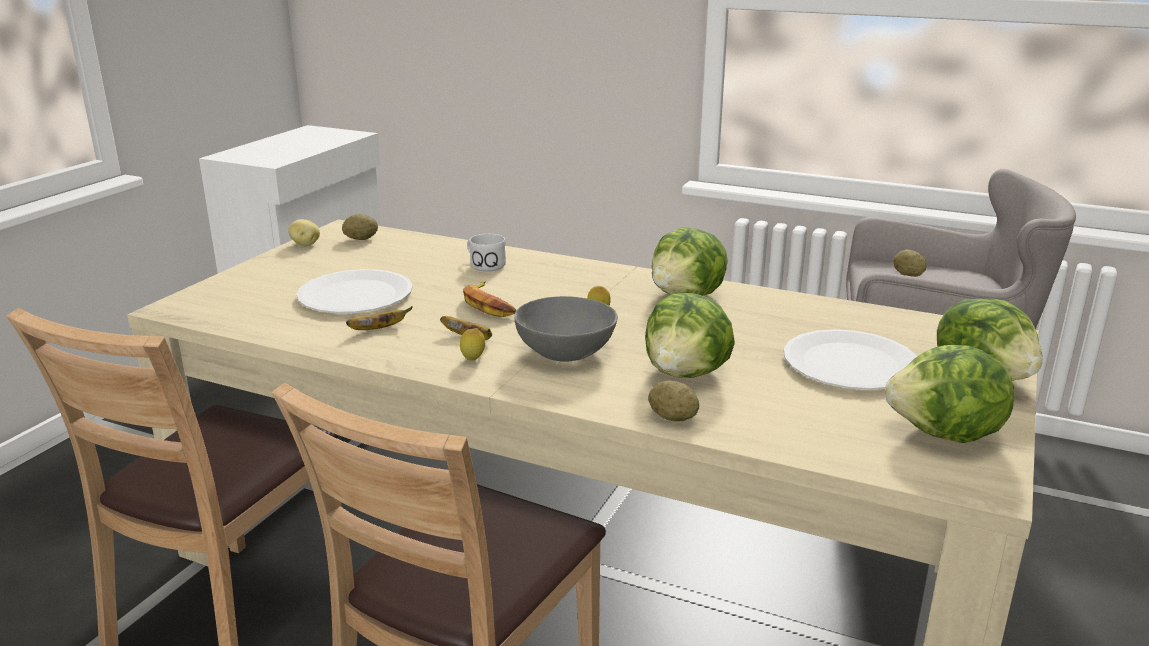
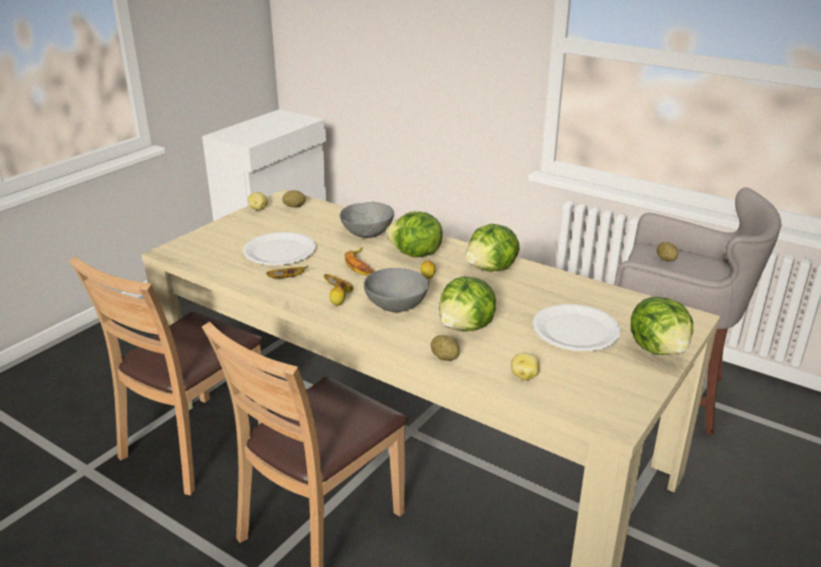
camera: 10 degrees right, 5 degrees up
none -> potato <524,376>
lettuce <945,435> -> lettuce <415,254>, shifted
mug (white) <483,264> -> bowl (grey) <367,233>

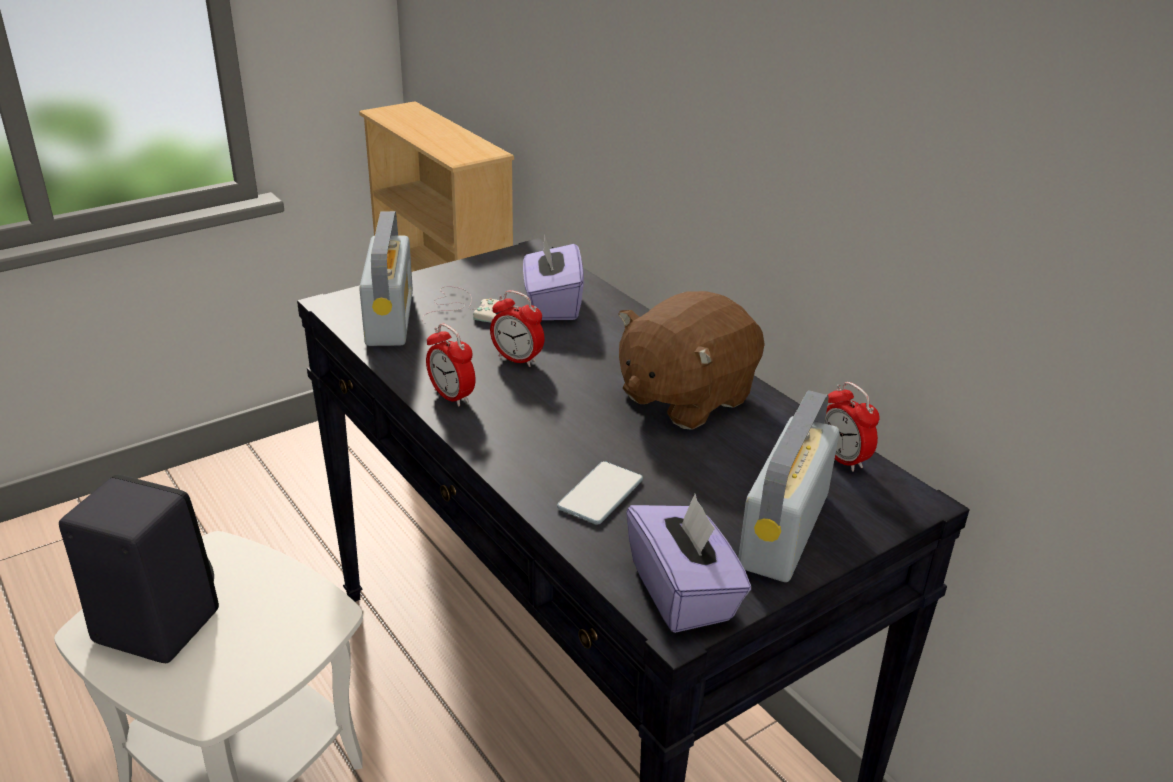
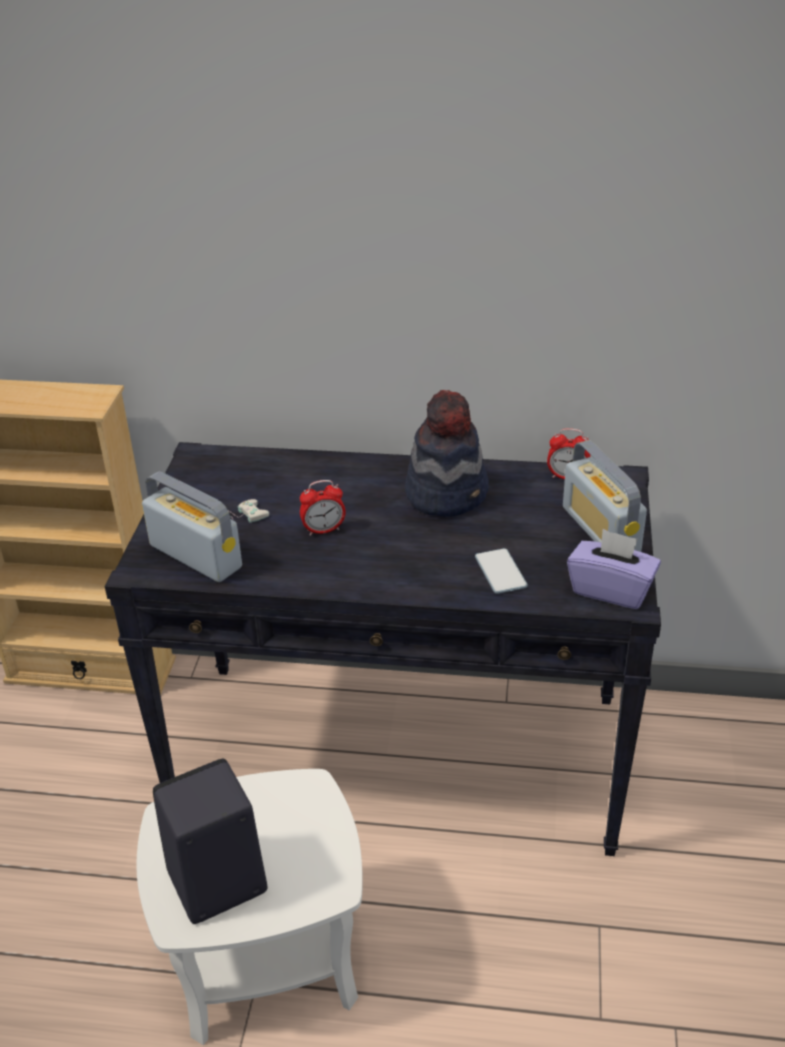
camera: 45 degrees left, 5 degrees up
alarm clock <451,396> -> none
tissue box (purple) <552,305> -> none
plush toy (brown) <684,397> -> hat <447,493>

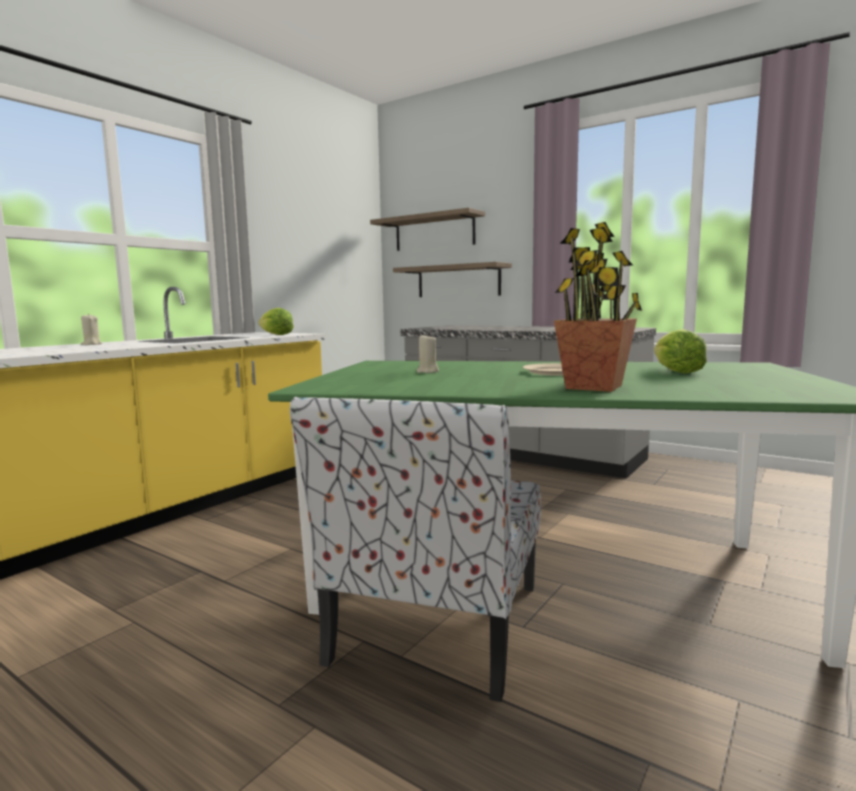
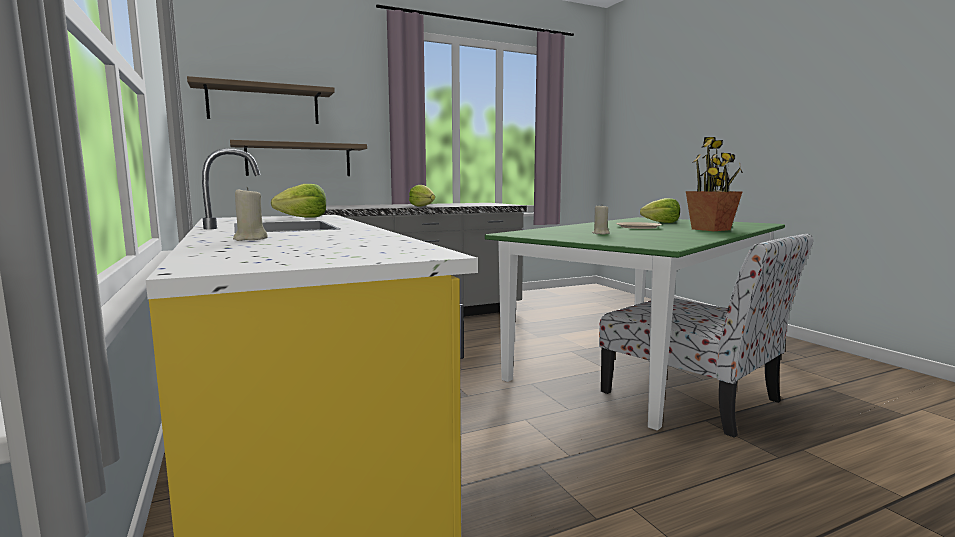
camera: 60 degrees left, 0 degrees up
none -> lettuce <422,206>

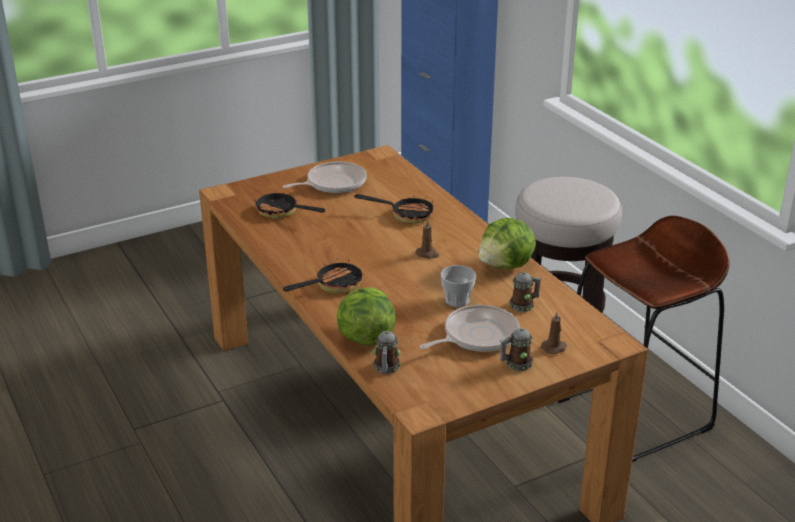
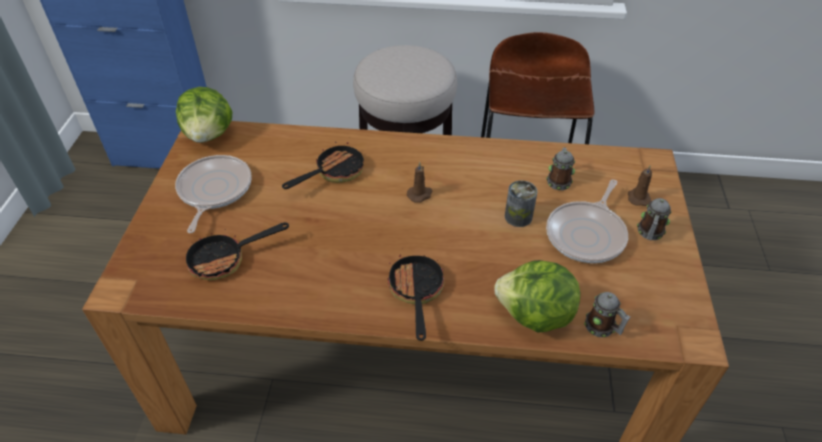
camera: 55 degrees left, 15 degrees up
lettuce <506,266> -> lettuce <209,135>, shifted
cup <457,300> -> can <518,217>
frying pan <477,336> -> frying pan <587,234>, 150 degrees counterclockwise

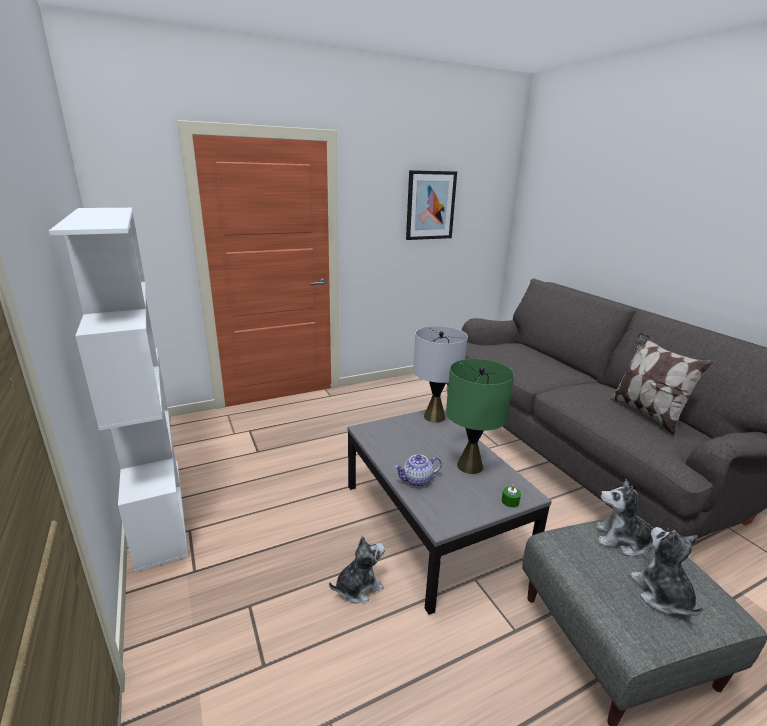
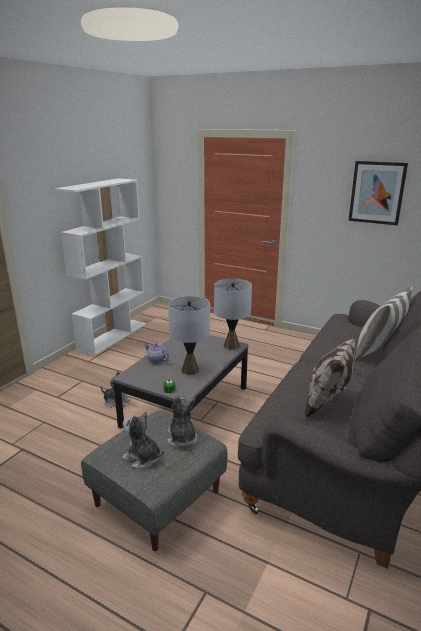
camera: 55 degrees right, 0 degrees up
none -> pillow <378,351>
table lamp (green) <470,466> -> table lamp (grey) <190,370>
plush toy <662,595> -> plush toy <142,458>, 105 degrees counterclockwise

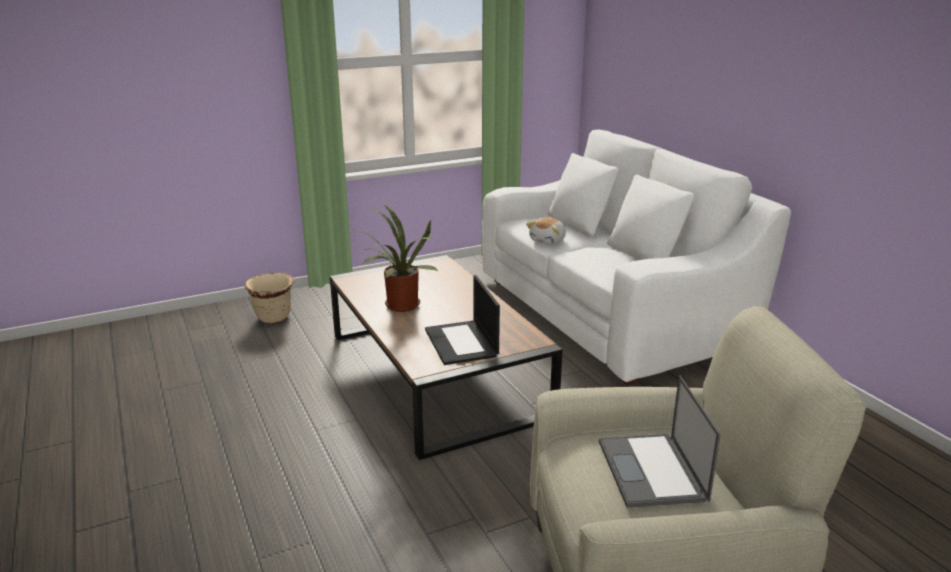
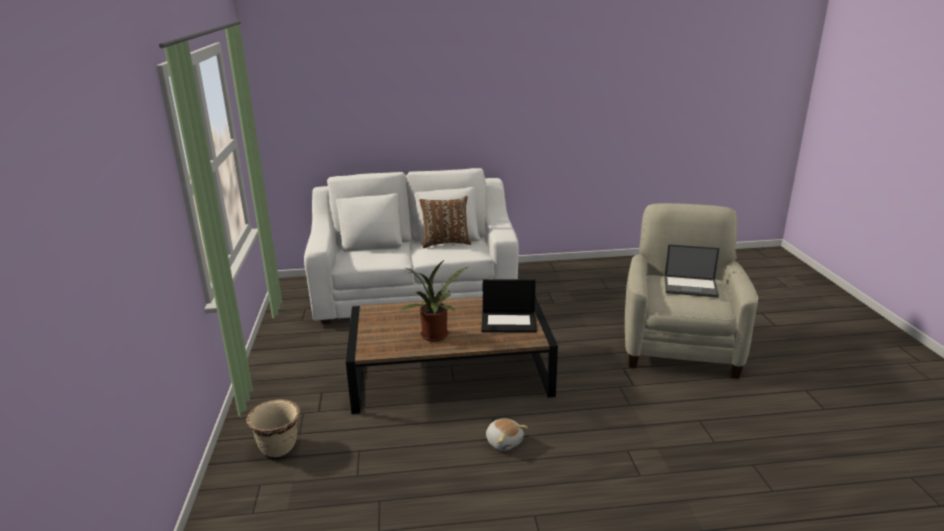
camera: 70 degrees left, 0 degrees up
none -> pillow (brown) <445,243>
plush toy <548,241> -> plush toy <504,441>, shifted

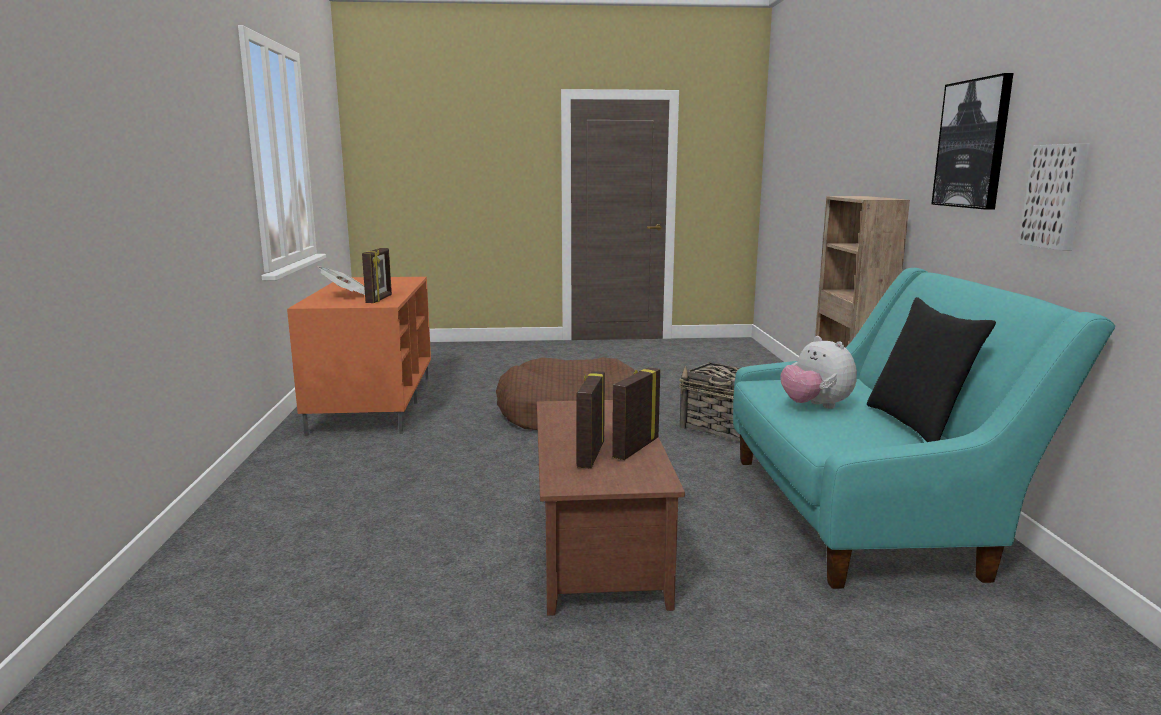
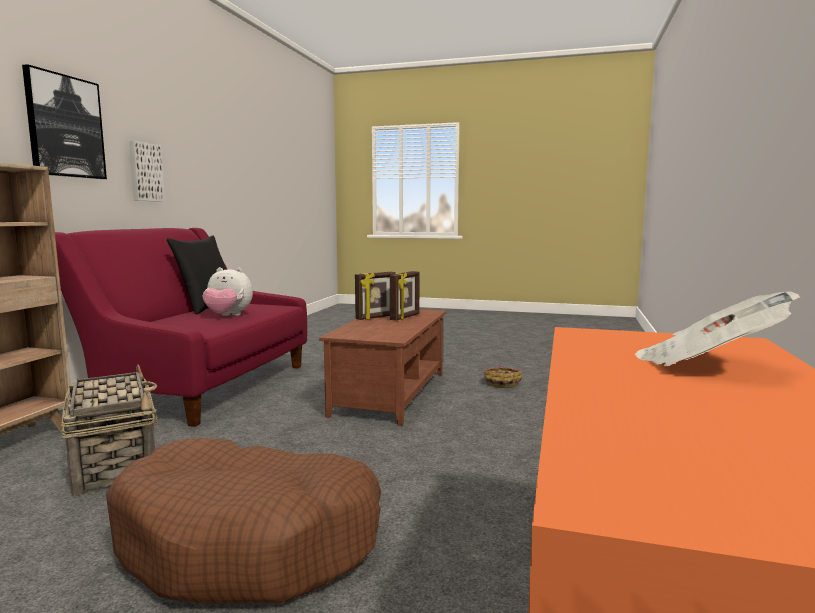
camera: 160 degrees left, 5 degrees down
picture frame <379,299> -> none
none -> basket <502,383>
sofa (turquoise) <865,511> -> sofa (red) <202,386>
plush toy <815,406> -> plush toy <228,316>, 105 degrees clockwise

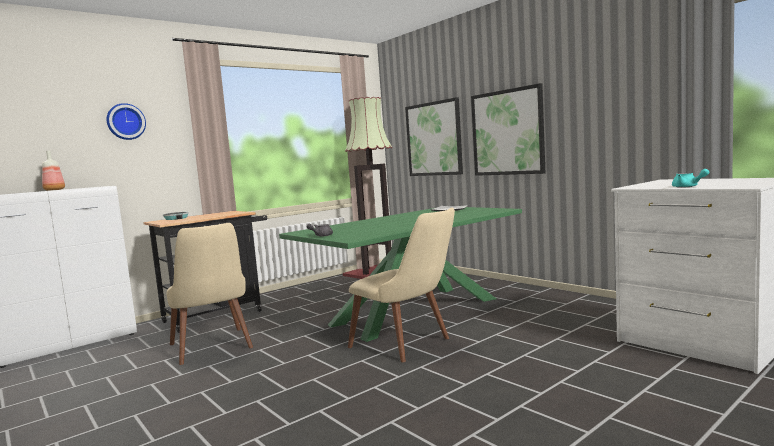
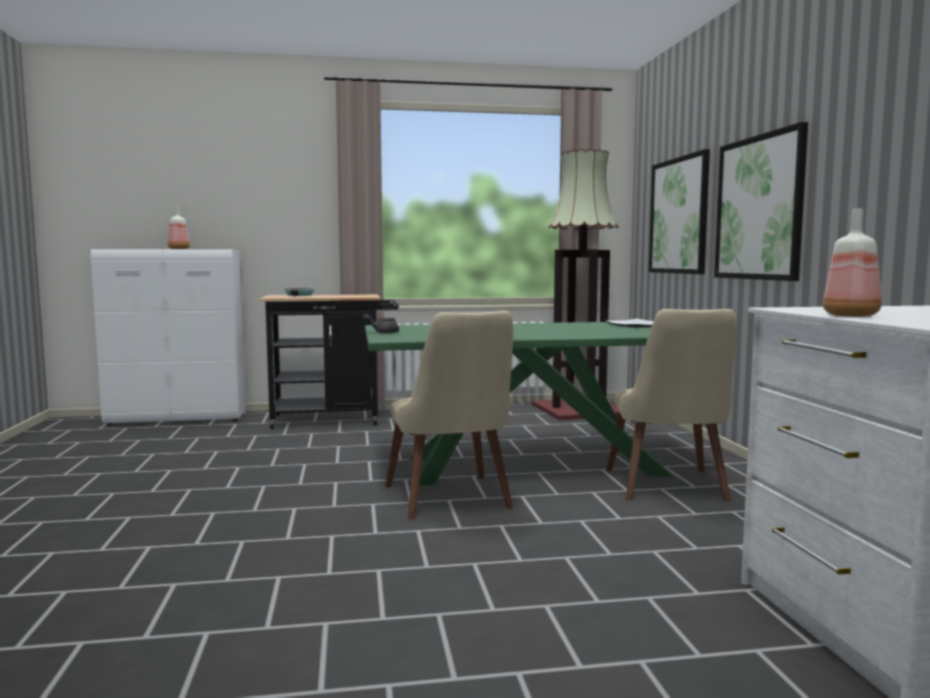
camera: 30 degrees right, 0 degrees up
wall clock <125,122> -> none
chair (beige) <214,349> -> chair (beige) <670,490>, shifted
teapot (turquoise) <688,187> -> bottle <852,315>

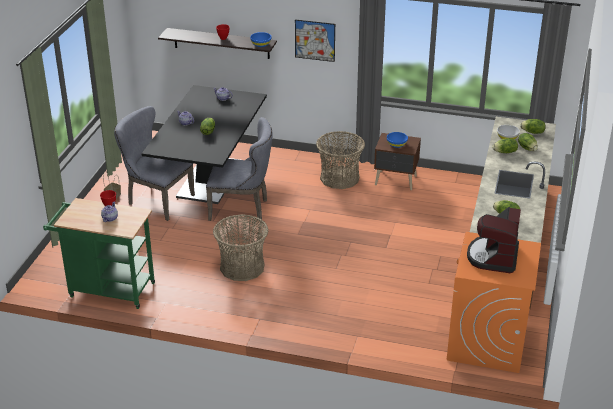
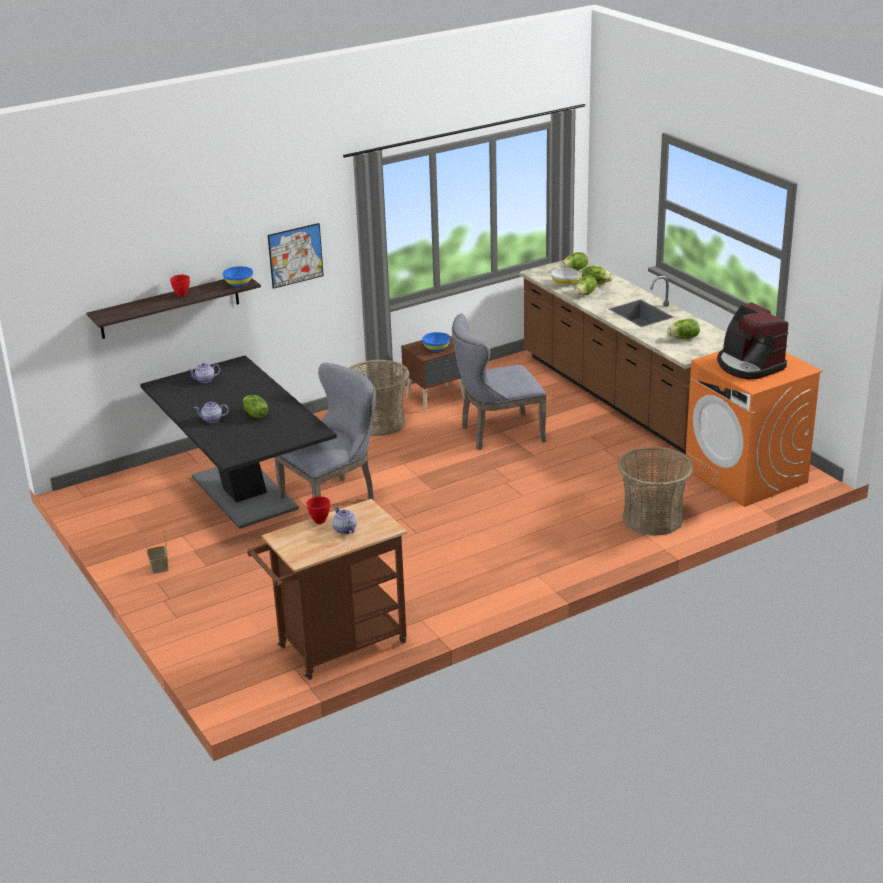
camera: 45 degrees left, 5 degrees down
chair (grey) <156,200> -> chair (grey) <496,434>, shifted
basket <242,267> -> basket <652,519>, shifted
cart (green) <107,289> -> cart (brown) <335,648>

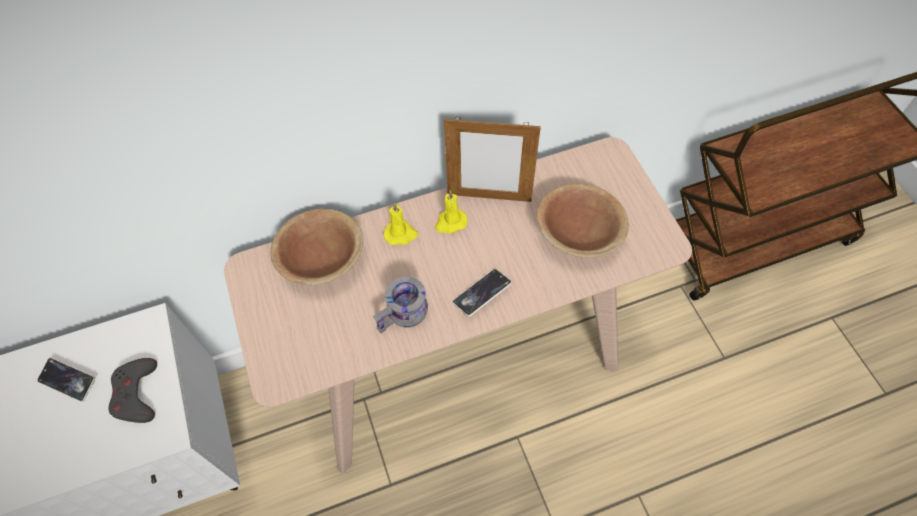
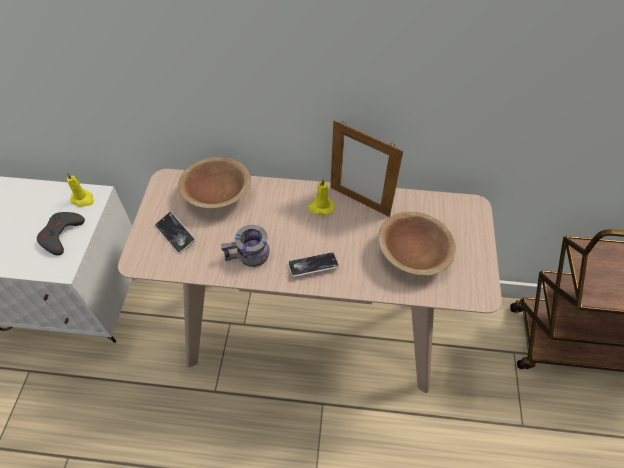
camera: 25 degrees right, 5 degrees down
phone <68,381> -> phone <175,234>, shifted
candle (yellow) <401,234> -> candle (yellow) <83,199>, shifted

